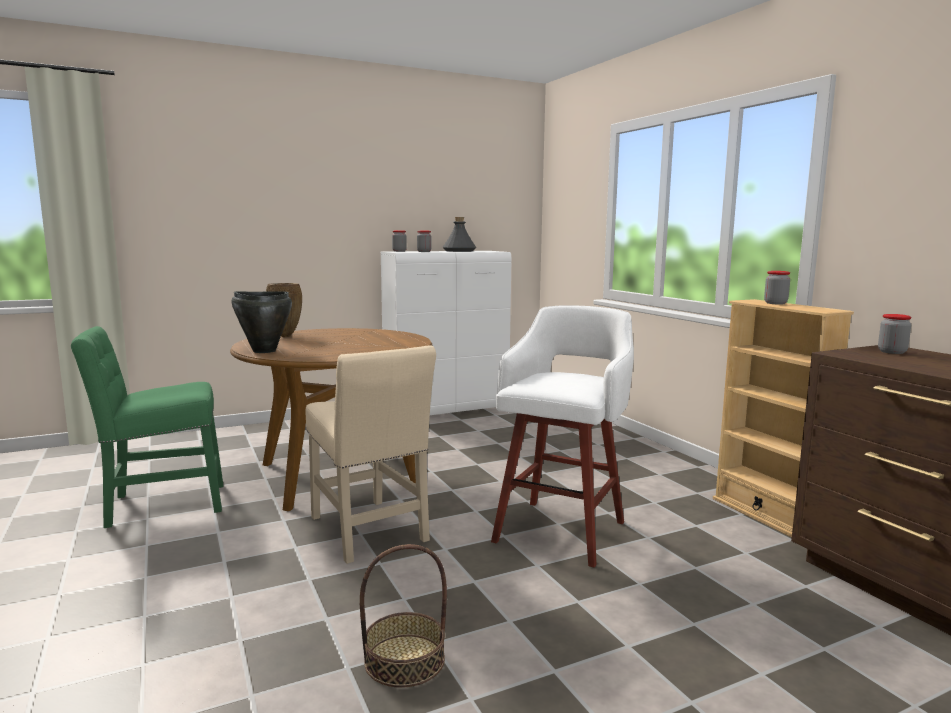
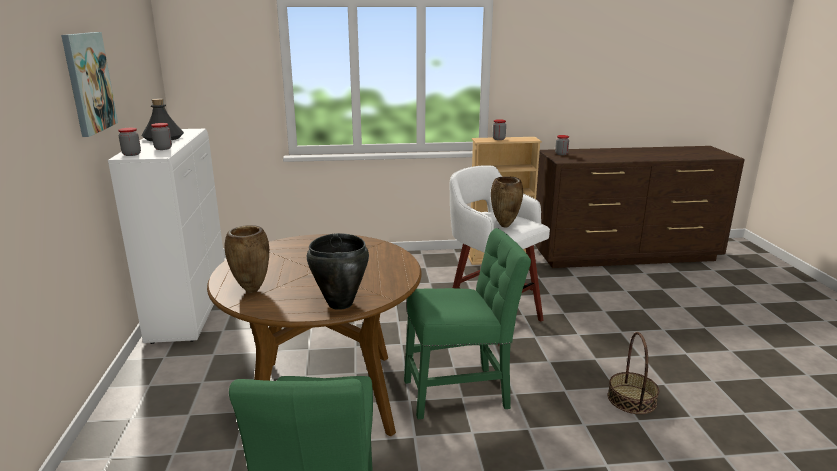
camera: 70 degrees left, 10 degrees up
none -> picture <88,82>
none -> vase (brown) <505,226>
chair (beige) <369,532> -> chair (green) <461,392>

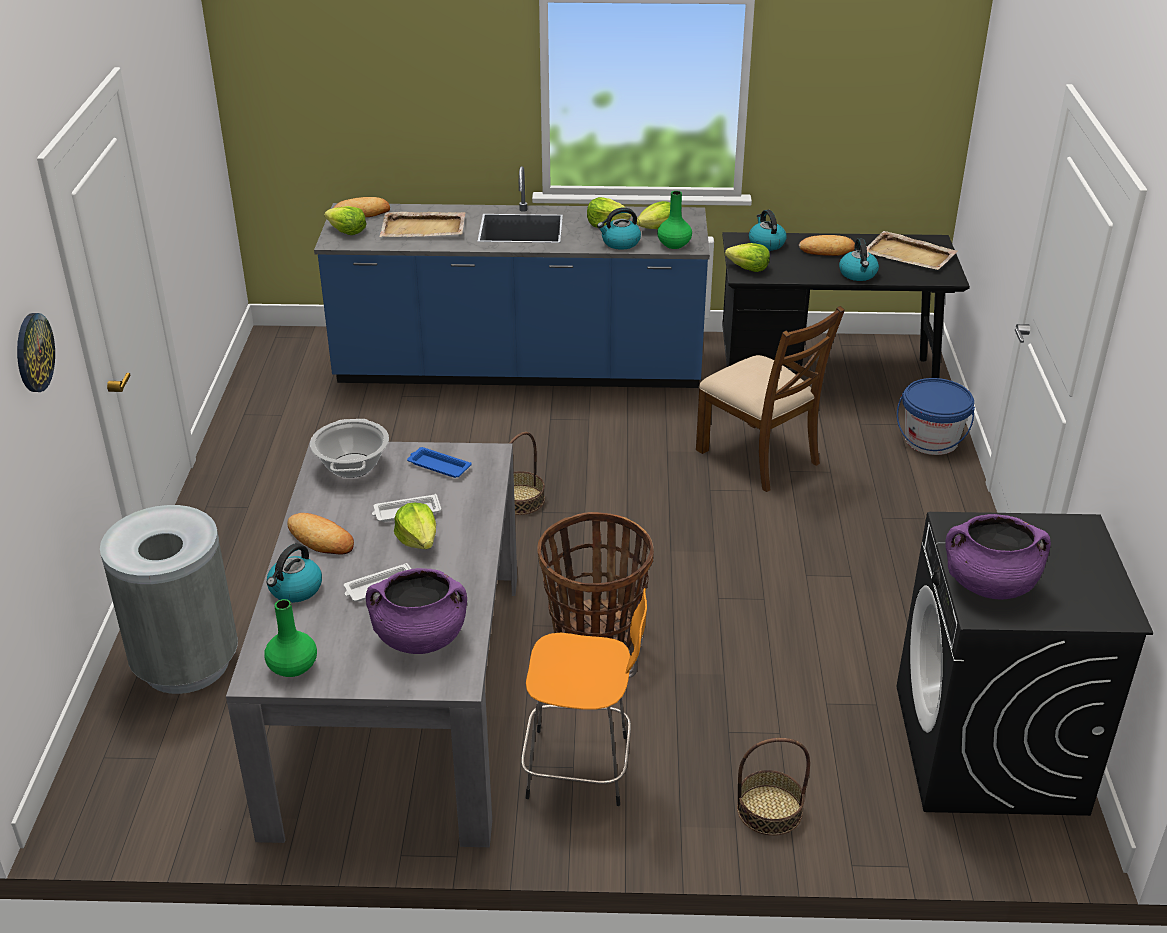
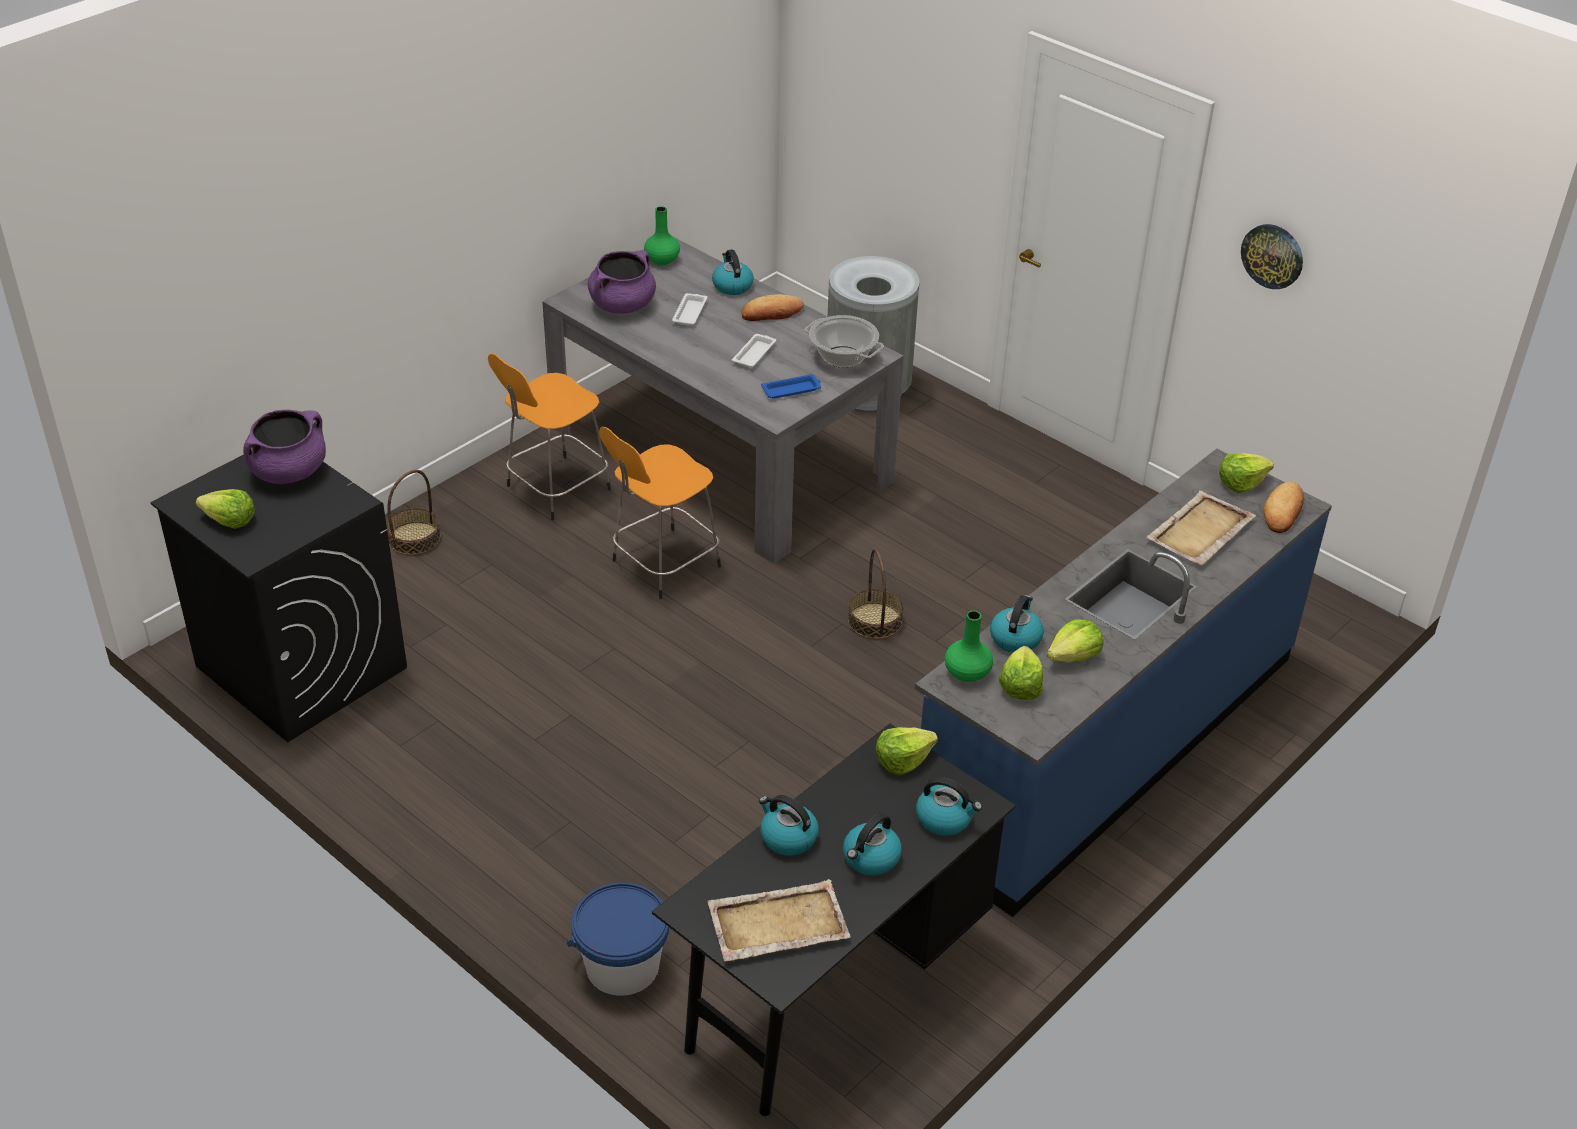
camera: 130 degrees right, 5 degrees up
chair (brown) <759,456> -> none
wall clock <33,352> -> wall clock <1272,256>, shifted
lettuce <418,540> -> lettuce <230,521>, shifted
basket <595,633> -> stool (orange) <663,565>
bread <827,250> -> kettle <871,858>

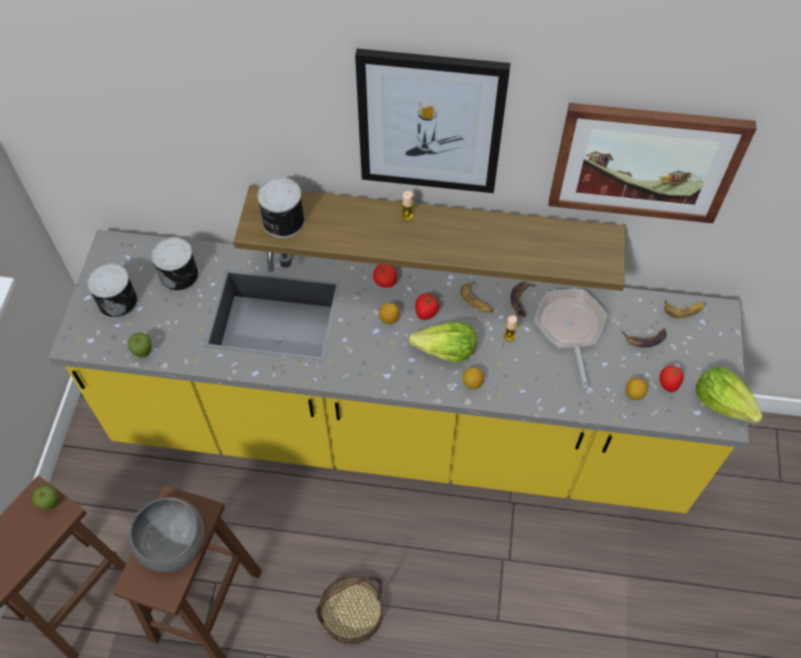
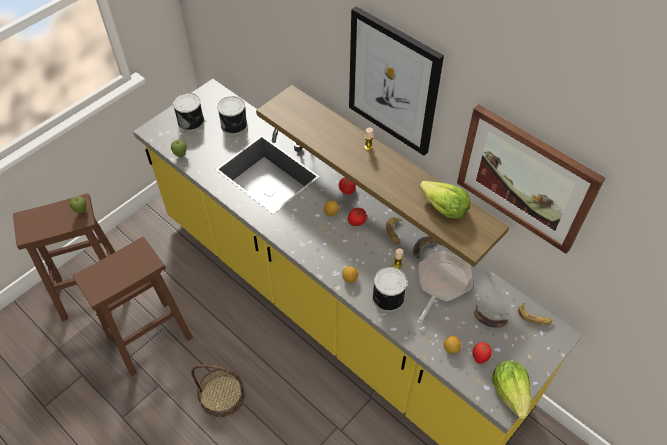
camera: 35 degrees right, 5 degrees down
bowl (grey) <173,543> -> none
can <282,221> -> can <387,297>, shifted
lettuce <445,352> -> lettuce <443,208>, shifted

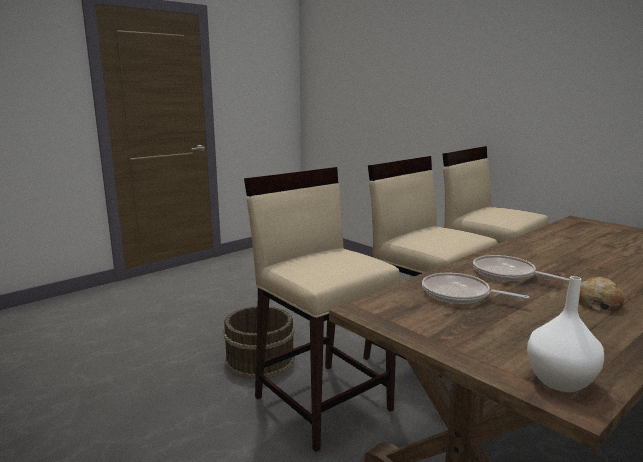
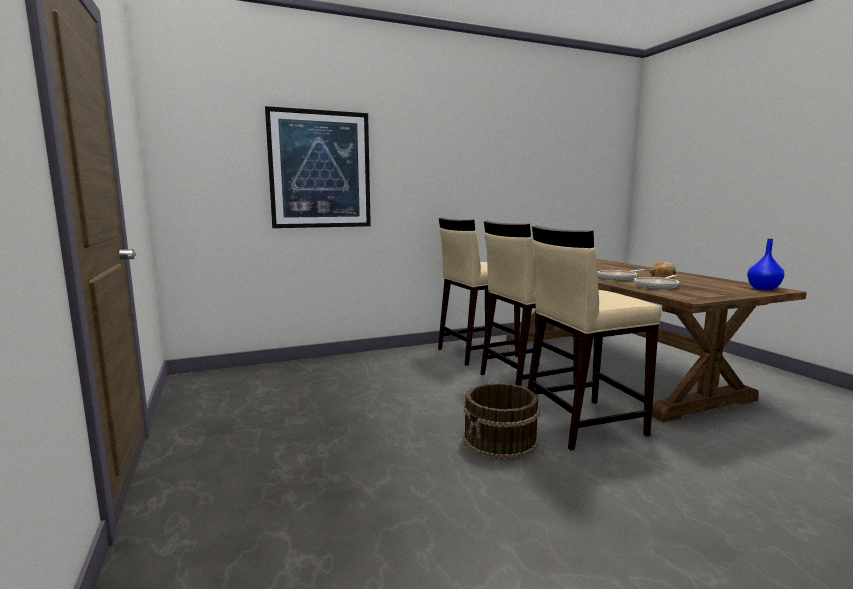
camera: 70 degrees left, 5 degrees down
none -> picture <320,170>
vase (white) <558,381> -> vase (blue) <763,288>

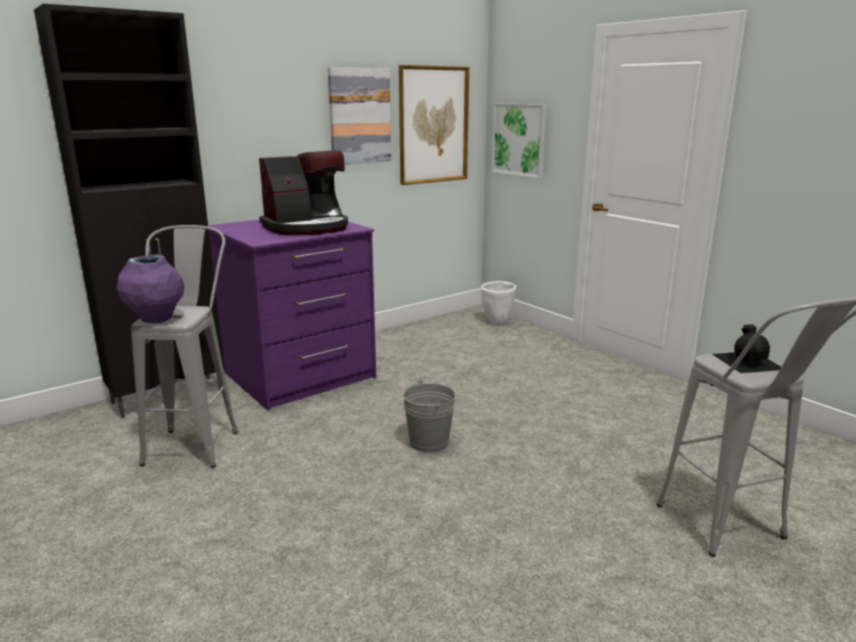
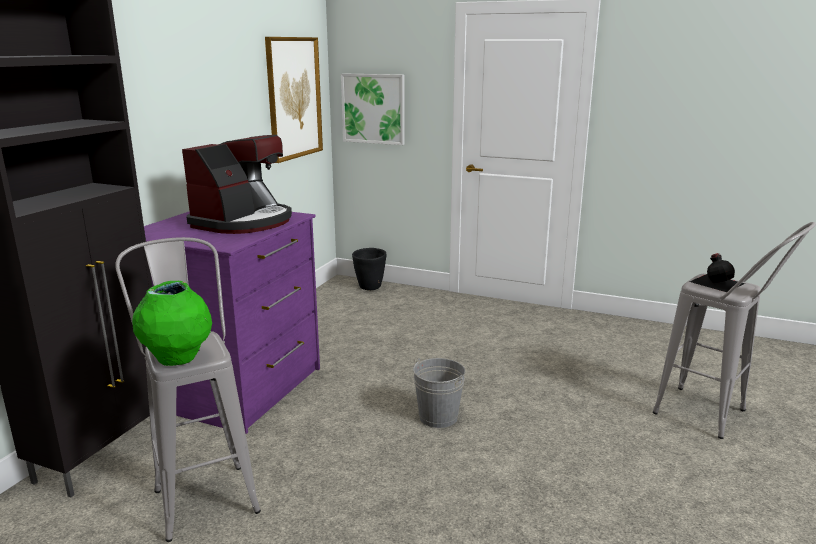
camera: 30 degrees left, 0 degrees up
picture <359,116> -> none
vase (purple) <156,320> -> vase (green) <178,360>
planter (white) <497,321> -> planter (black) <370,287>

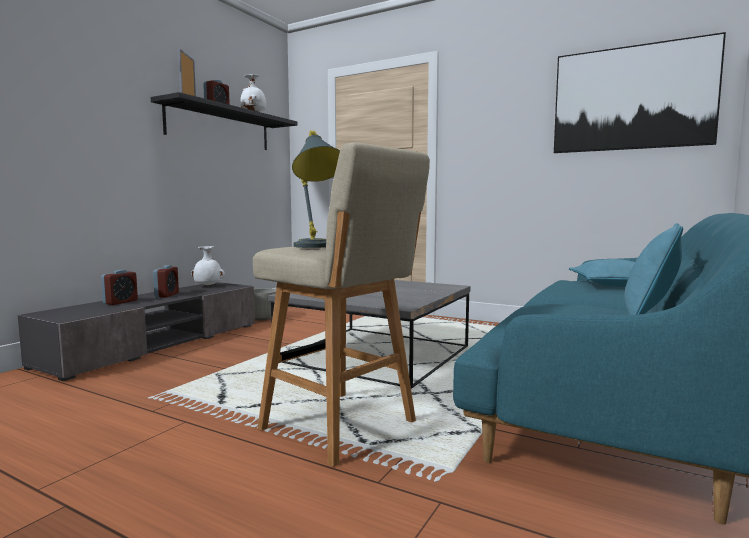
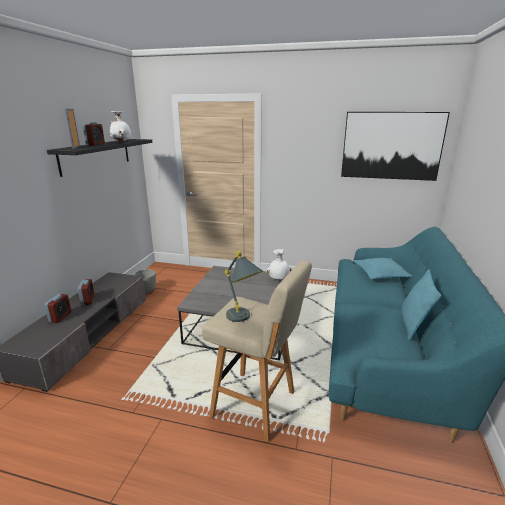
camera: 15 degrees left, 15 degrees up
vase (white) <208,286> -> vase (white) <278,279>, shifted

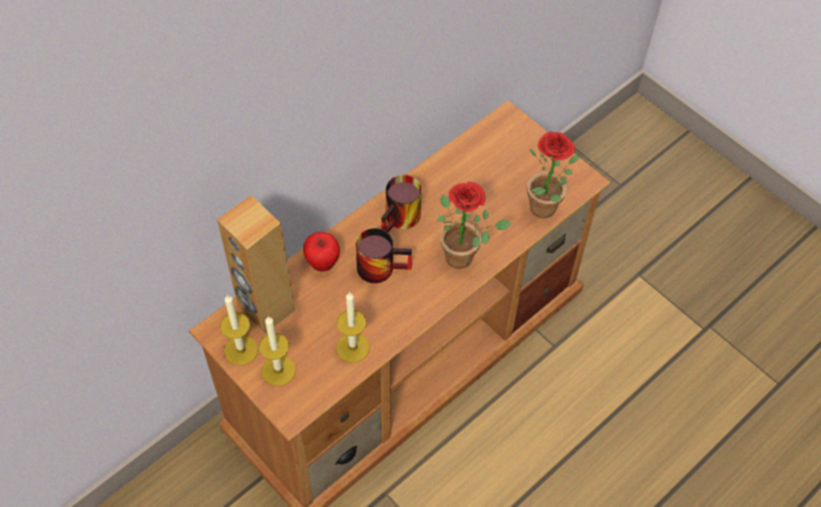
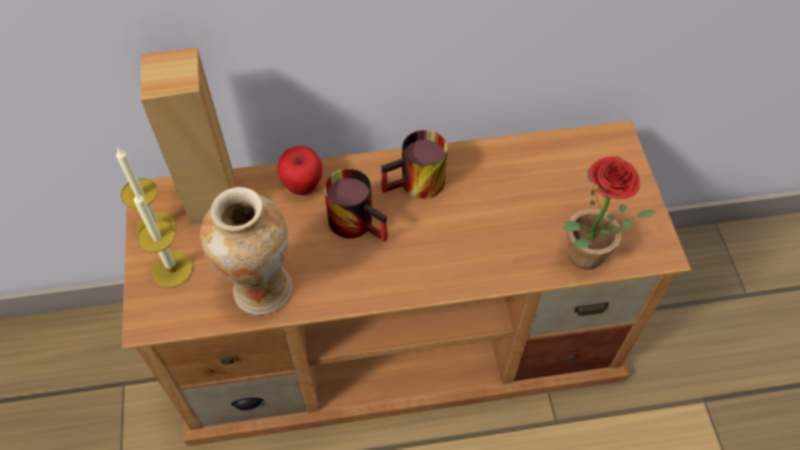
camera: 35 degrees right, 0 degrees up
potted plant <465,256> -> none
candle <353,347> -> vase <261,289>

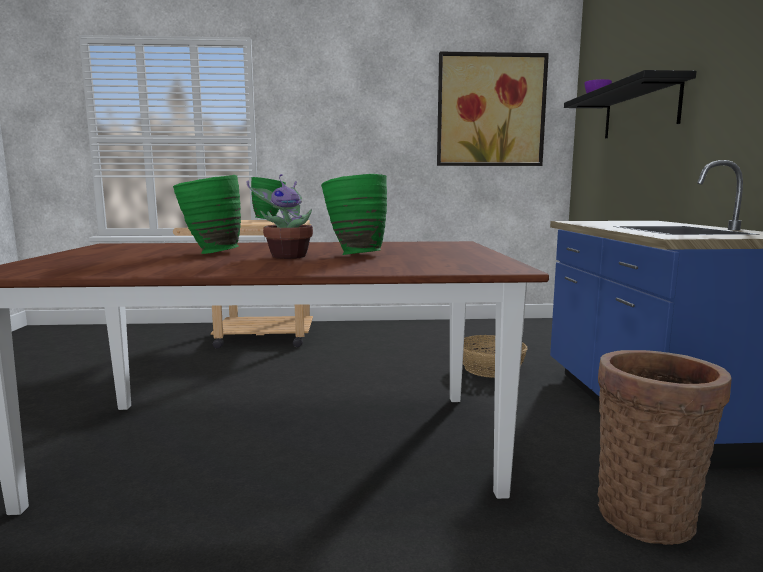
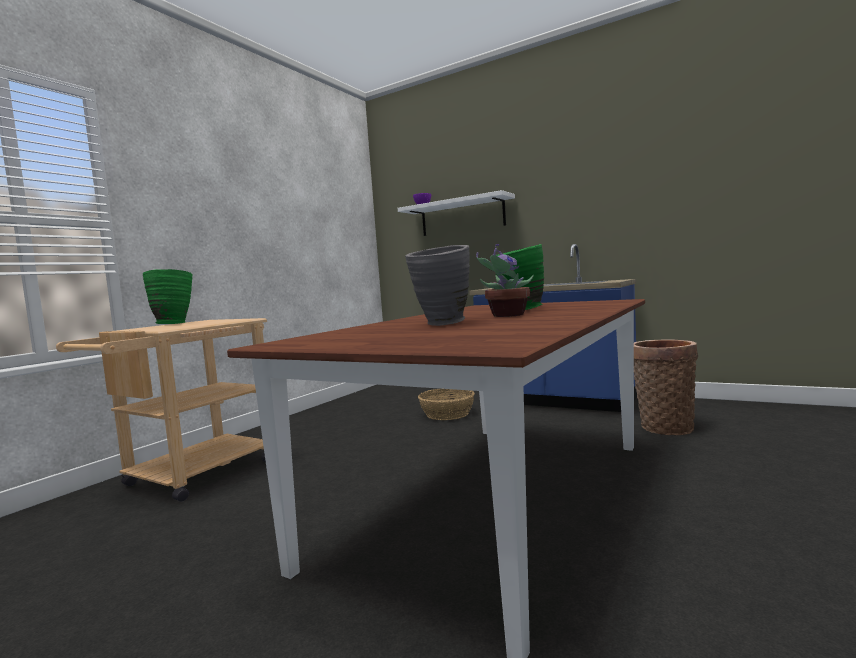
camera: 55 degrees left, 5 degrees down
picture <490,110> -> none
vase (green) <210,253> -> vase (grey) <442,324>
shelf (black) <640,110> -> shelf (white) <462,216>

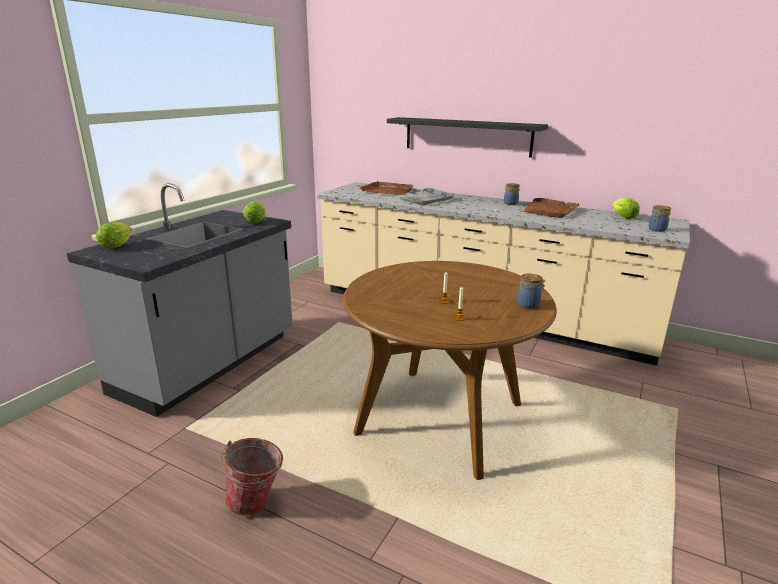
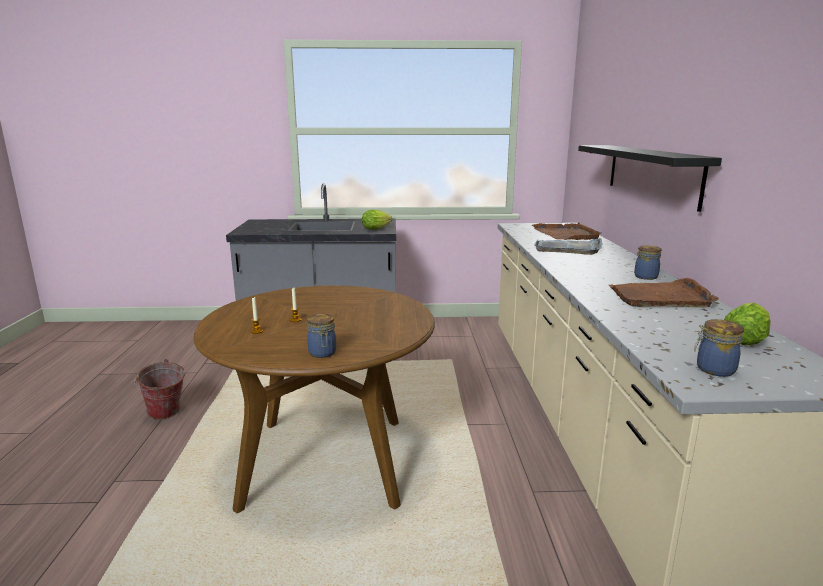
camera: 60 degrees right, 5 degrees down
lettuce <118,245> -> none

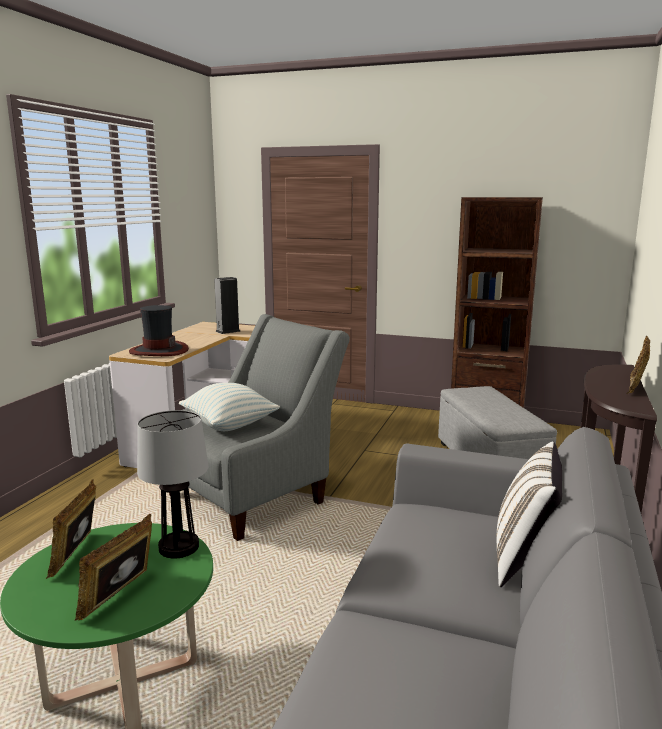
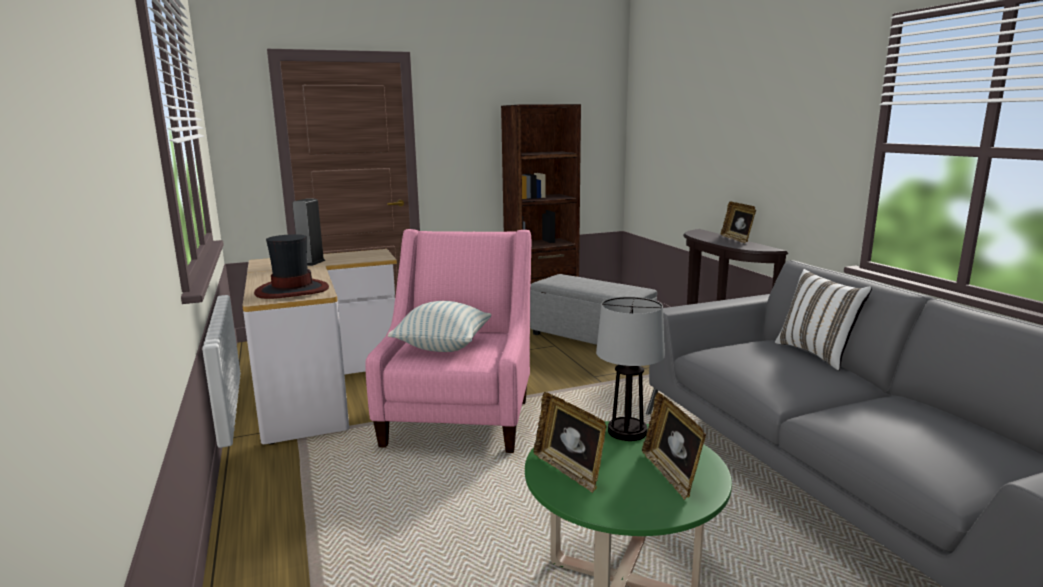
camera: 40 degrees left, 0 degrees up
armchair (grey) <256,495> -> armchair (pink) <460,417>

